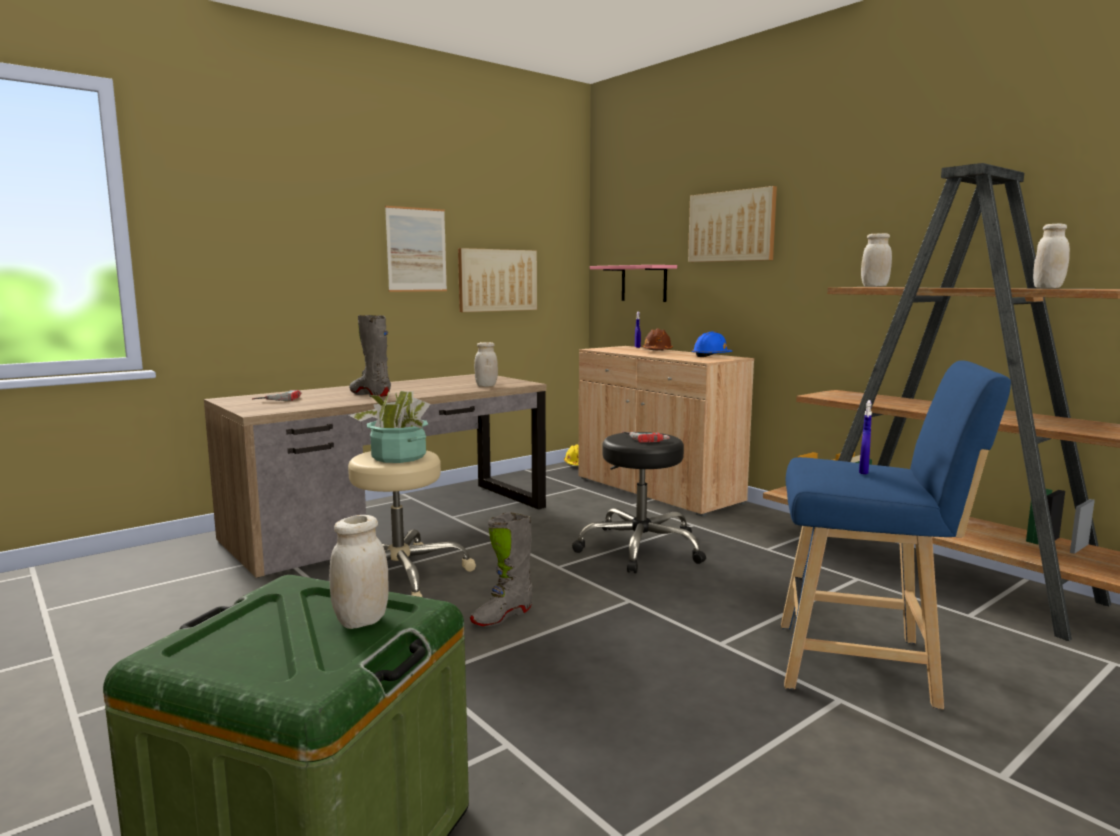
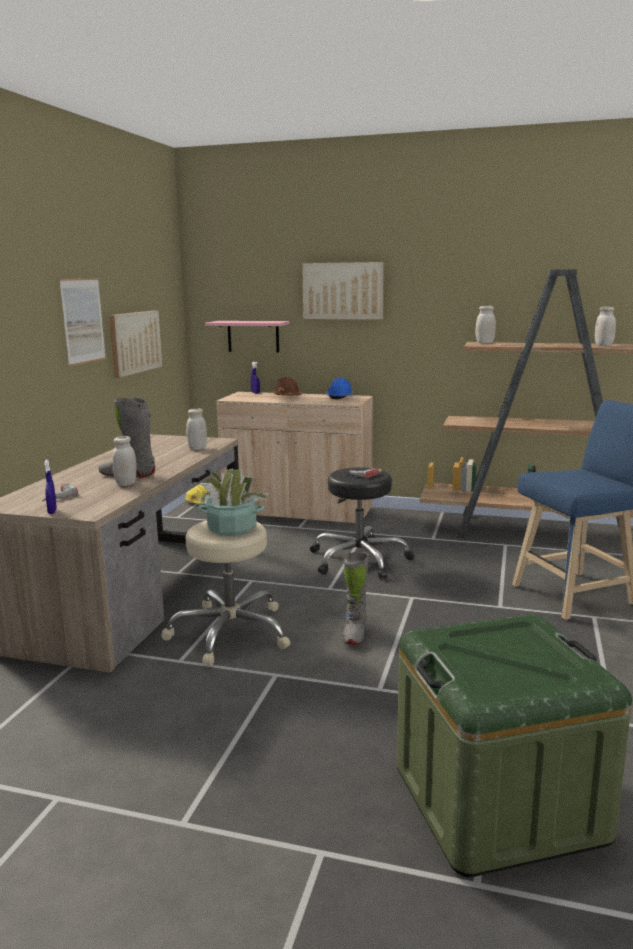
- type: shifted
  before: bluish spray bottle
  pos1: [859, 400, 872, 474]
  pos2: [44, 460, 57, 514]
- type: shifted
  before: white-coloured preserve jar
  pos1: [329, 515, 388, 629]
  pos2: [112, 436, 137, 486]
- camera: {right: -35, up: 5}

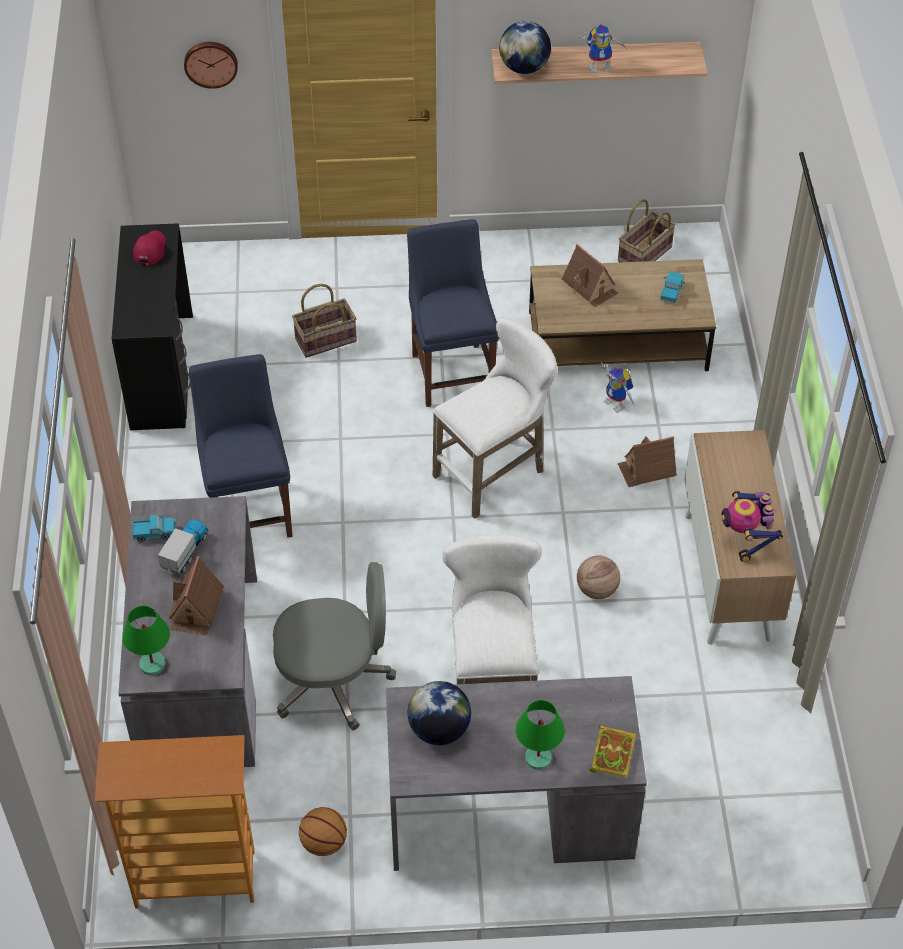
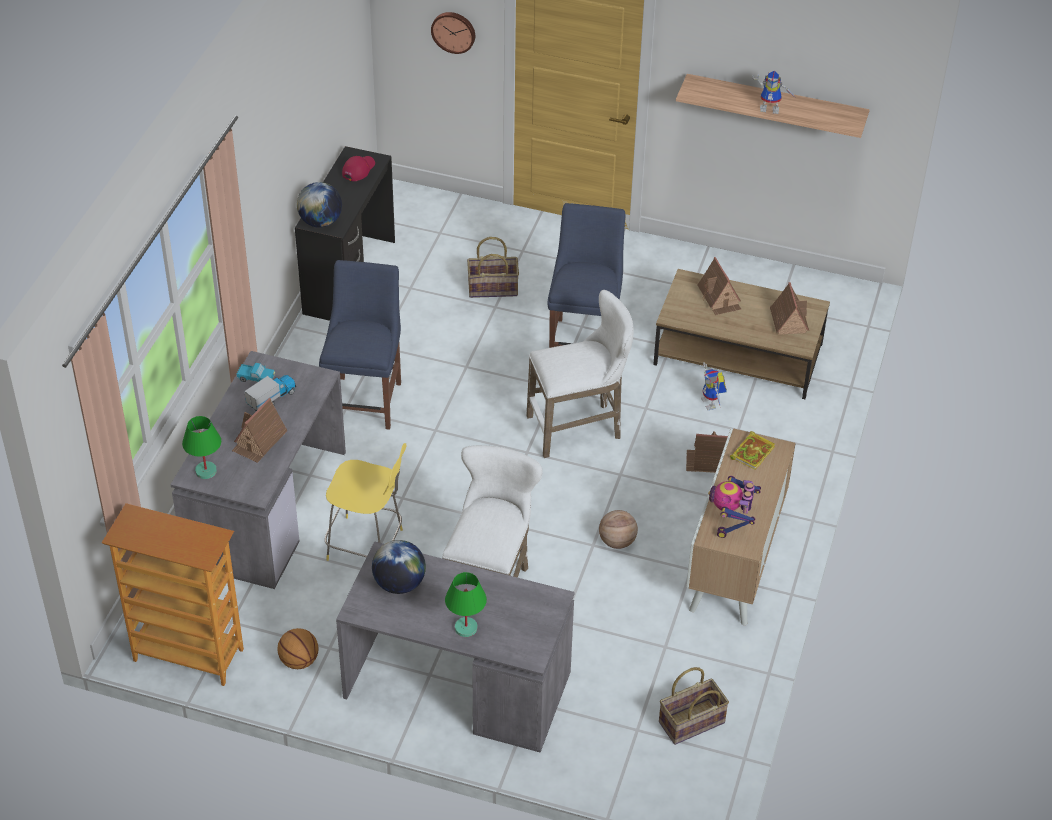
- type: shifted
  before: world globe
  pos1: [499, 21, 551, 74]
  pos2: [297, 182, 342, 228]
- type: swapped
  before: grey desk chair
  after: yellowish stool
  pos1: [273, 562, 396, 730]
  pos2: [325, 443, 407, 561]
- type: shifted
  before: basket
  pos1: [618, 199, 676, 262]
  pos2: [659, 667, 729, 745]
- type: shifted
  before: bound book
  pos1: [589, 725, 636, 778]
  pos2: [730, 431, 775, 470]
- type: swapped
  before: toy truck
  after: miniature house
  pos1: [660, 272, 685, 303]
  pos2: [770, 282, 809, 335]
- camera: {right: 20, up: -5}

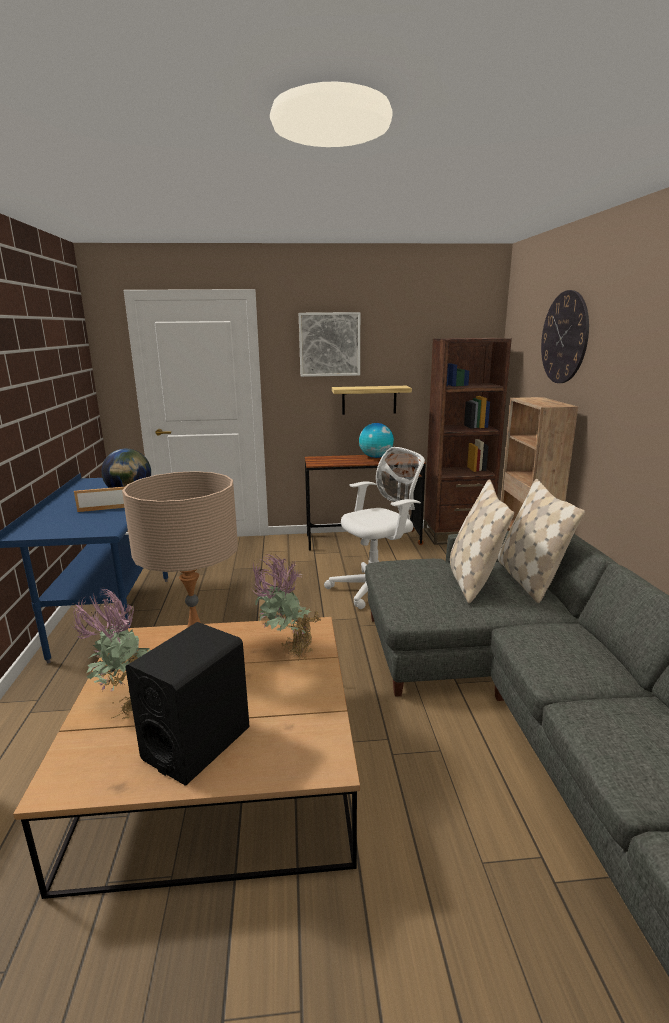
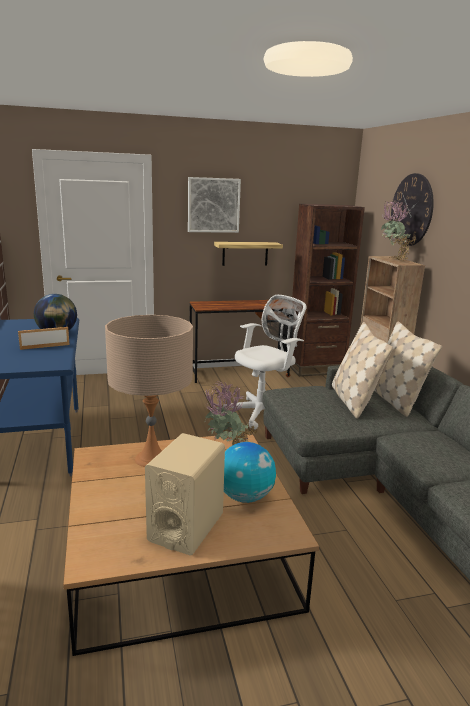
- type: repainted
  before: black audio speaker
  after: sand-coloured audio speaker
  pos1: [125, 622, 249, 785]
  pos2: [145, 433, 225, 556]
- type: shifted
  before: world globe
  pos1: [359, 423, 394, 458]
  pos2: [224, 442, 276, 503]
- type: shifted
  before: potted plant
  pos1: [72, 587, 151, 720]
  pos2: [381, 199, 416, 261]
- camera: {right: -10, up: 0}

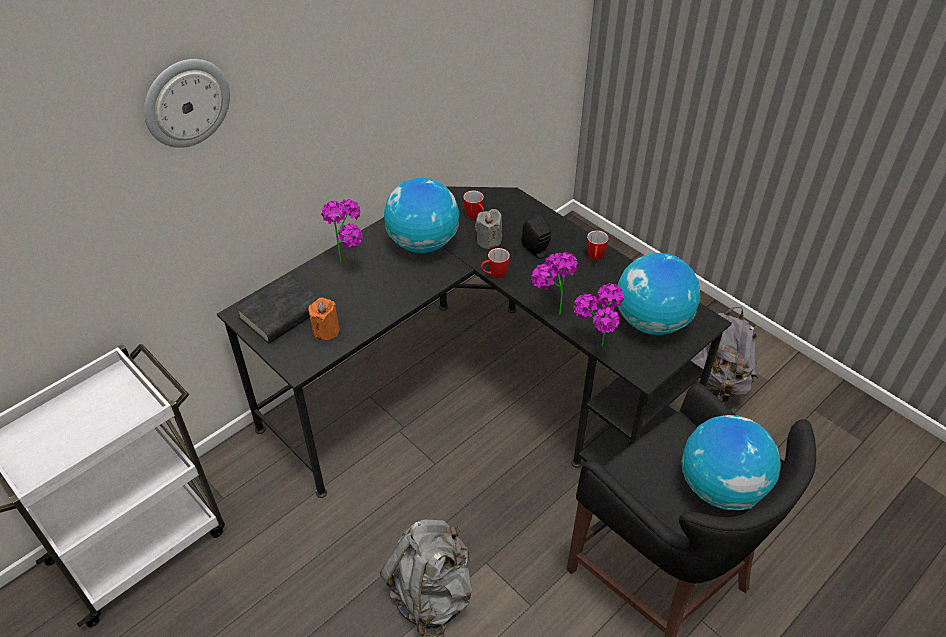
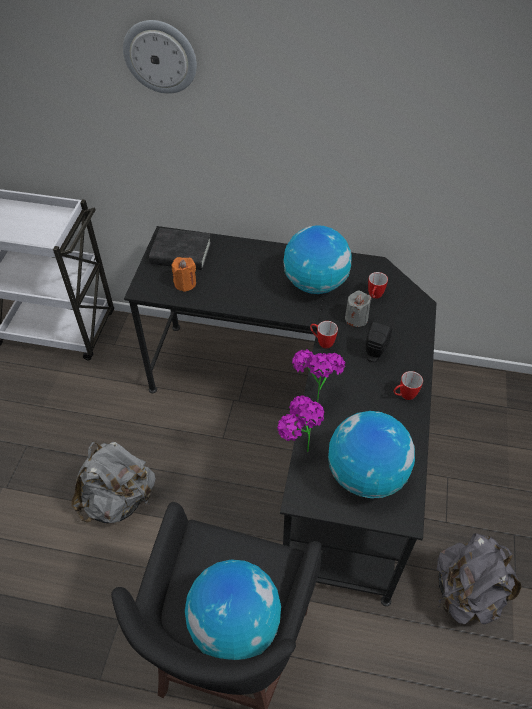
- type: gone
  before: potted plant
  pos1: [321, 199, 362, 263]
- camera: {right: 55, up: 5}

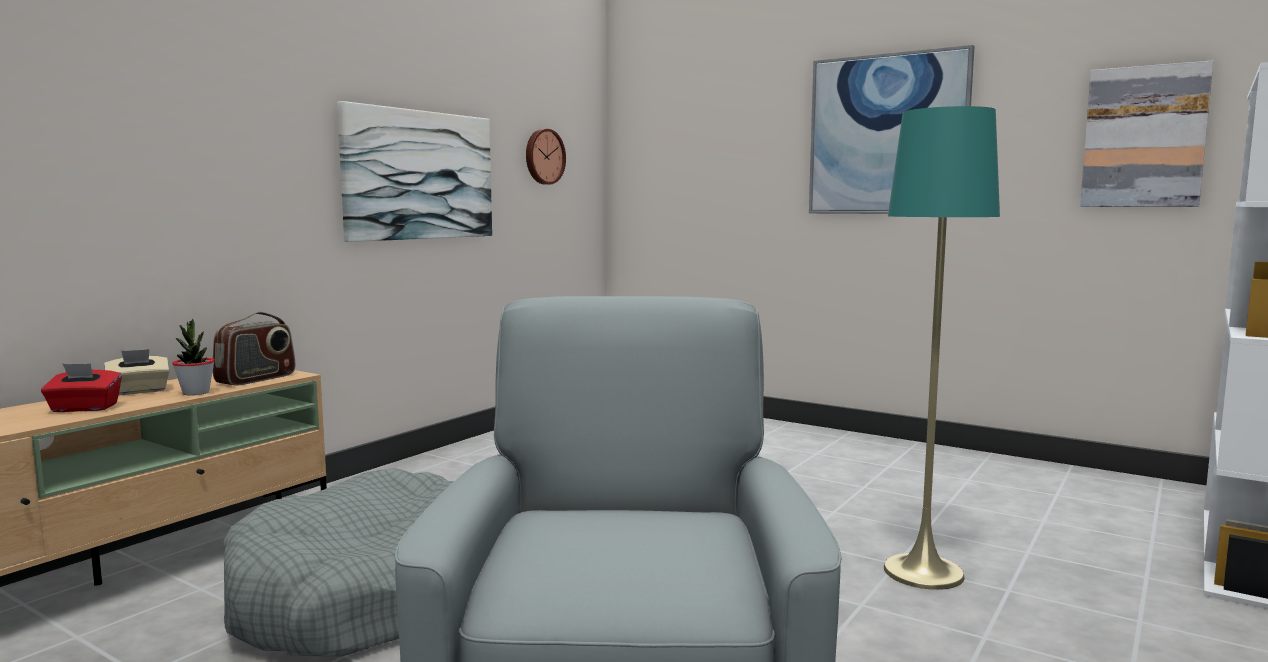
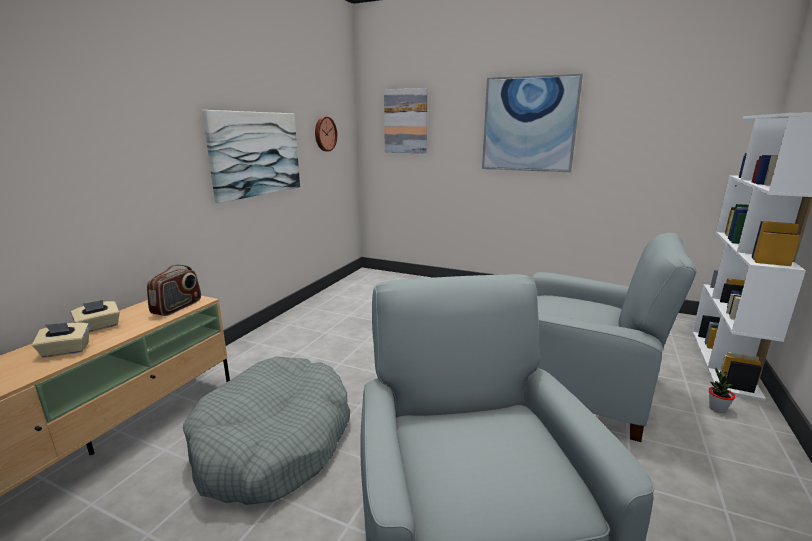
- type: repainted
  before: red tissue box
  after: sand-coloured tissue box
  pos1: [41, 363, 122, 412]
  pos2: [32, 323, 90, 358]
- type: shifted
  before: picture
  pos1: [1080, 60, 1213, 207]
  pos2: [384, 88, 427, 153]
- type: swapped
  before: turquoise floor lamp
  after: grey armchair
  pos1: [884, 106, 1000, 590]
  pos2: [532, 233, 696, 442]
- type: shifted
  before: potted plant
  pos1: [172, 319, 215, 396]
  pos2: [709, 368, 735, 413]
- camera: {right: -10, up: 10}

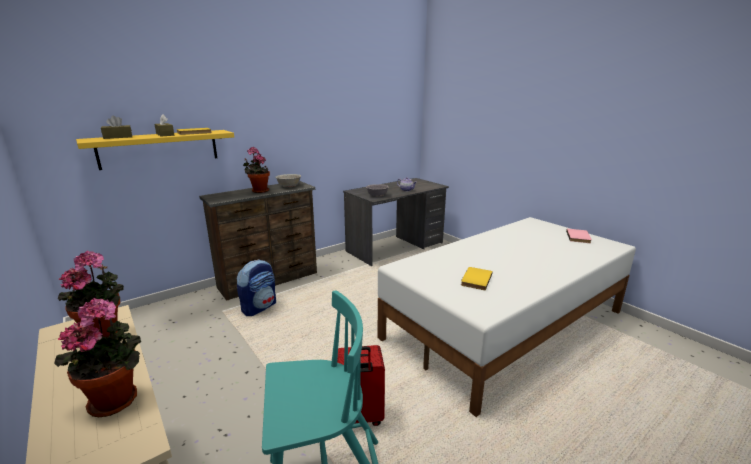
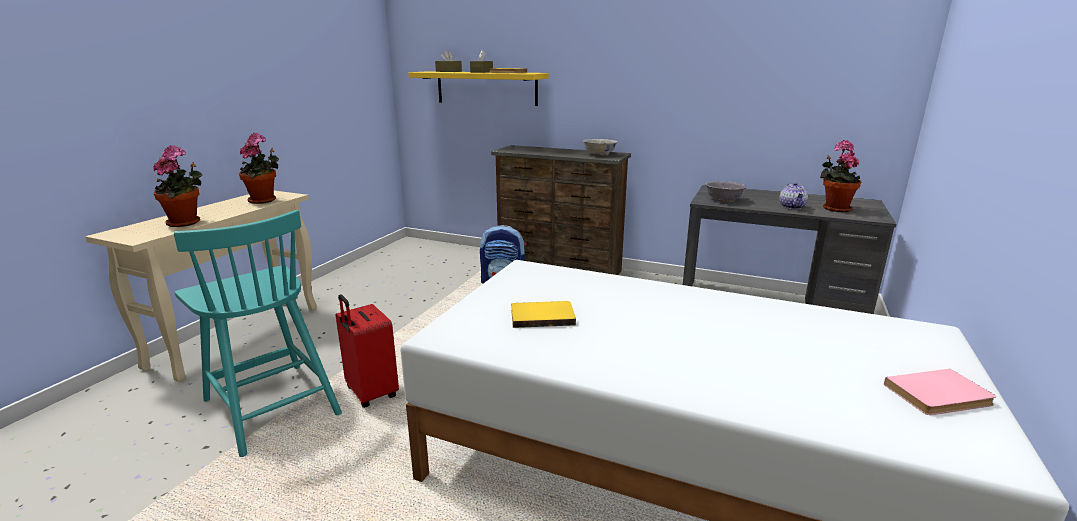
- type: shifted
  before: potted plant
  pos1: [243, 147, 270, 193]
  pos2: [820, 140, 862, 212]
- camera: {right: 60, up: 0}

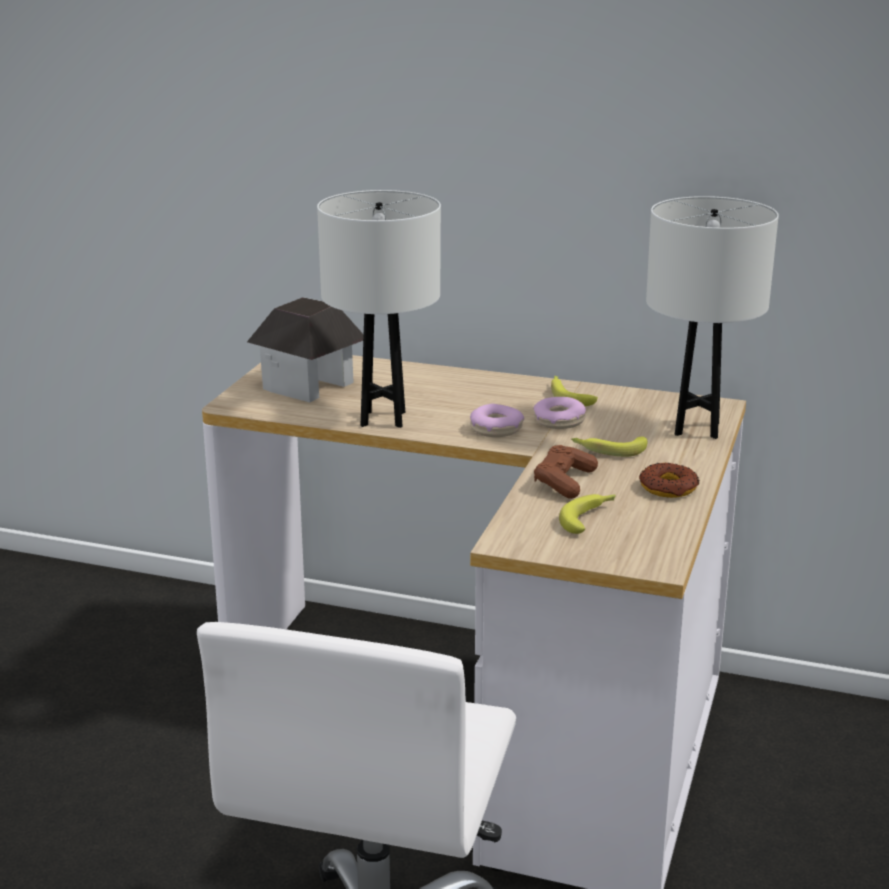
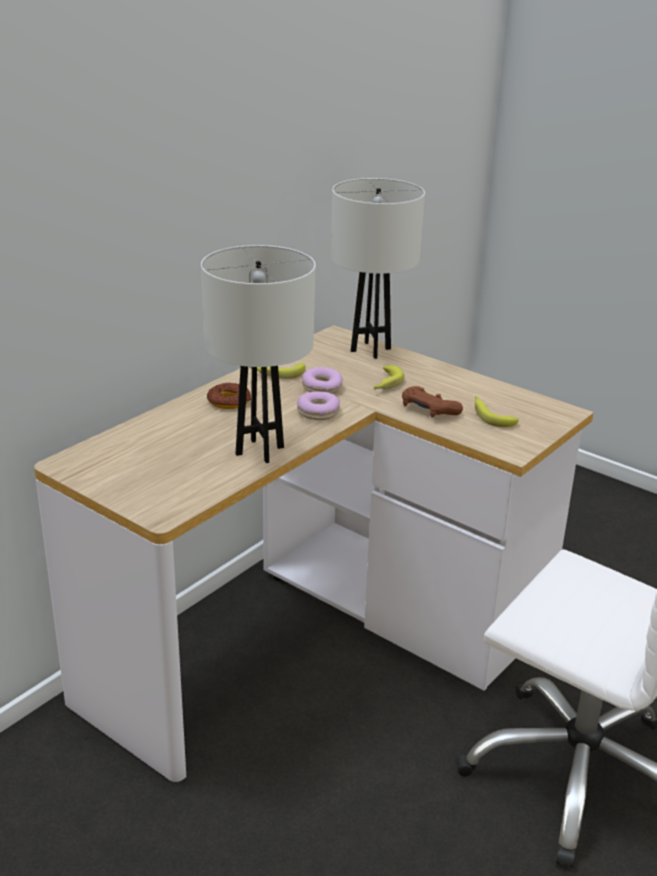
- type: shifted
  before: doughnut
  pos1: [639, 463, 699, 498]
  pos2: [207, 383, 251, 409]
- type: gone
  before: miniature house
  pos1: [247, 297, 364, 402]
- camera: {right: -70, up: 5}

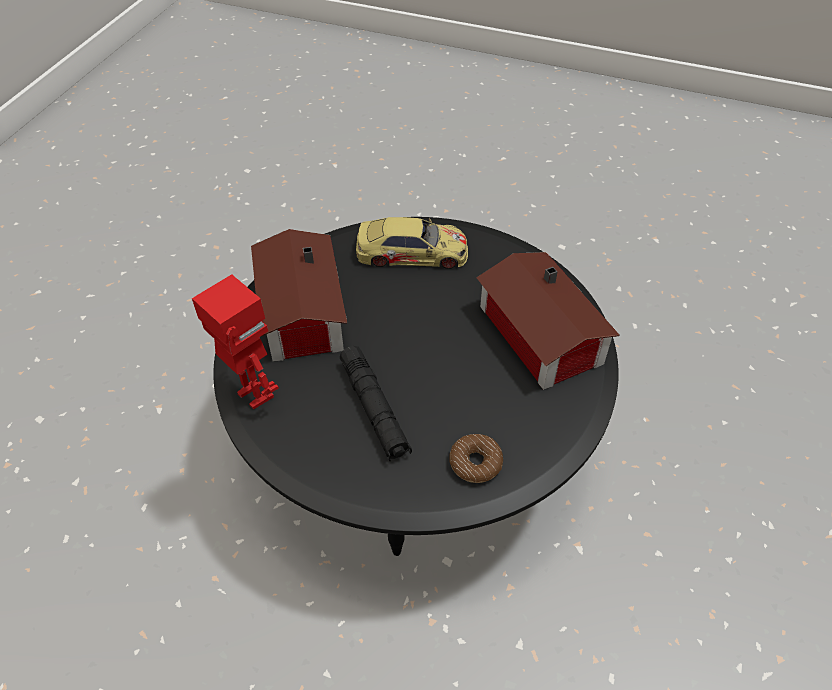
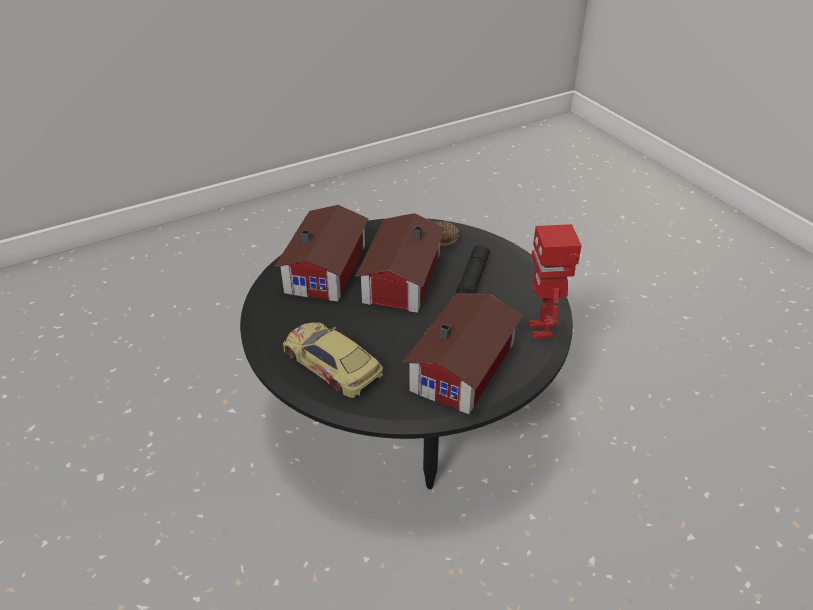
- type: new
  after: miniature house
  pos2: [355, 213, 445, 313]
- camera: {right: -140, up: -10}

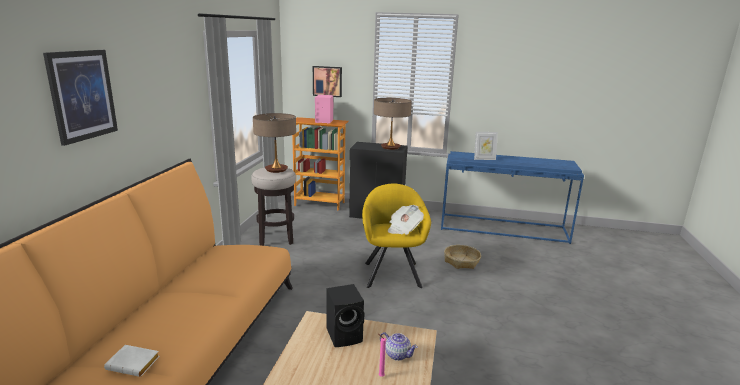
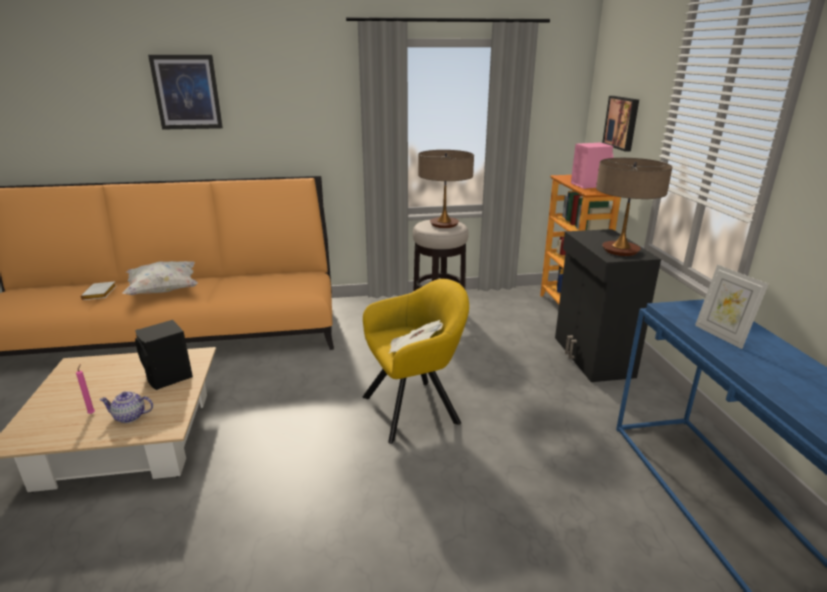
- type: rotated
  before: pot for tea
  pos1: [380, 332, 418, 361]
  pos2: [99, 391, 153, 423]
  turn: 75
- type: new
  after: white-coloured cushion
  pos2: [123, 261, 198, 295]
- type: gone
  before: basket
  pos1: [444, 245, 481, 269]
- camera: {right: 70, up: 5}

